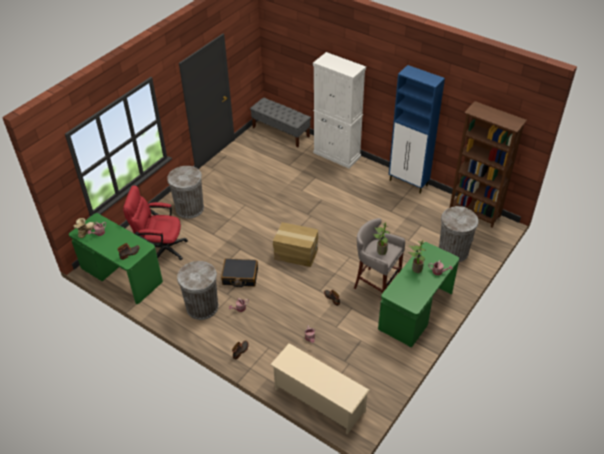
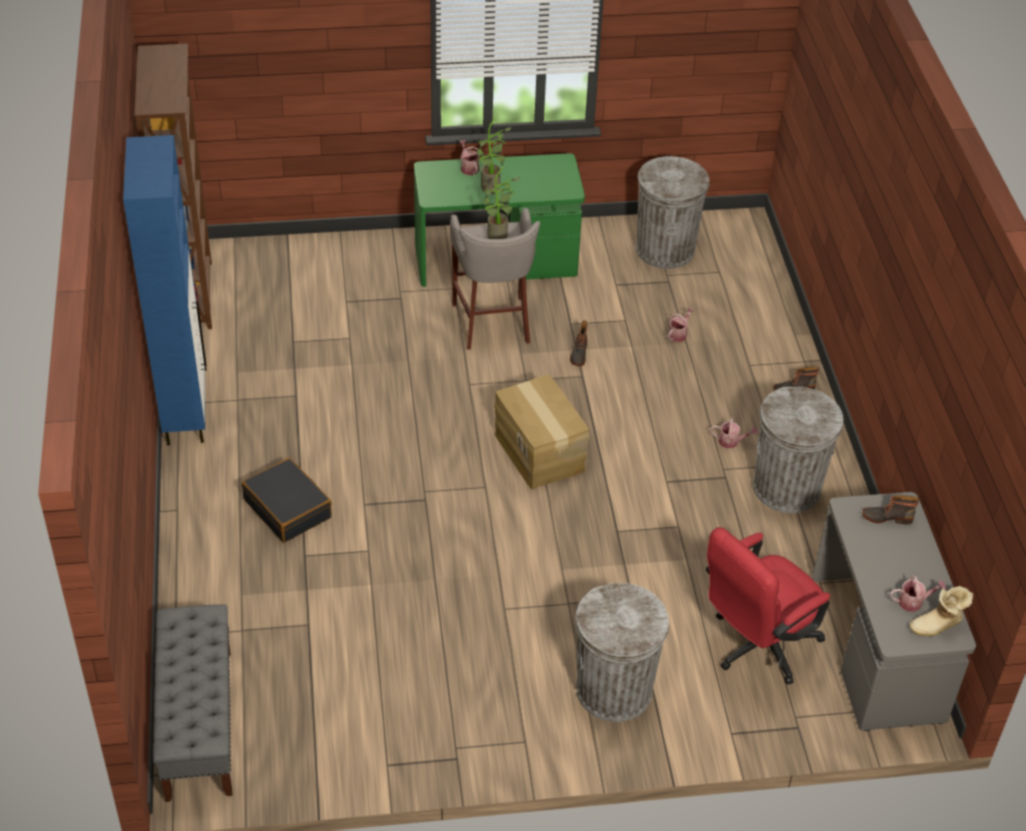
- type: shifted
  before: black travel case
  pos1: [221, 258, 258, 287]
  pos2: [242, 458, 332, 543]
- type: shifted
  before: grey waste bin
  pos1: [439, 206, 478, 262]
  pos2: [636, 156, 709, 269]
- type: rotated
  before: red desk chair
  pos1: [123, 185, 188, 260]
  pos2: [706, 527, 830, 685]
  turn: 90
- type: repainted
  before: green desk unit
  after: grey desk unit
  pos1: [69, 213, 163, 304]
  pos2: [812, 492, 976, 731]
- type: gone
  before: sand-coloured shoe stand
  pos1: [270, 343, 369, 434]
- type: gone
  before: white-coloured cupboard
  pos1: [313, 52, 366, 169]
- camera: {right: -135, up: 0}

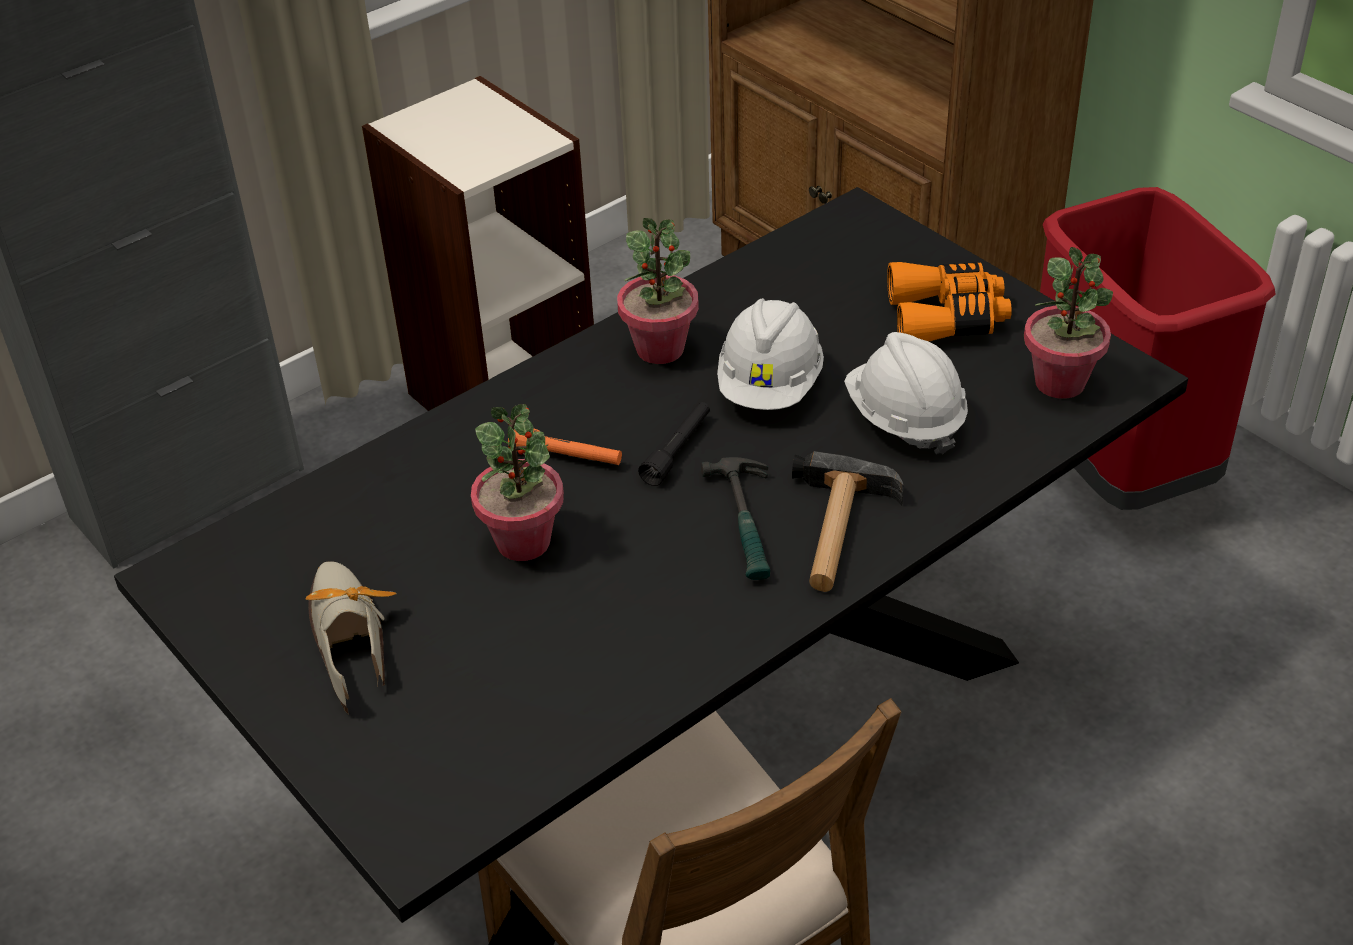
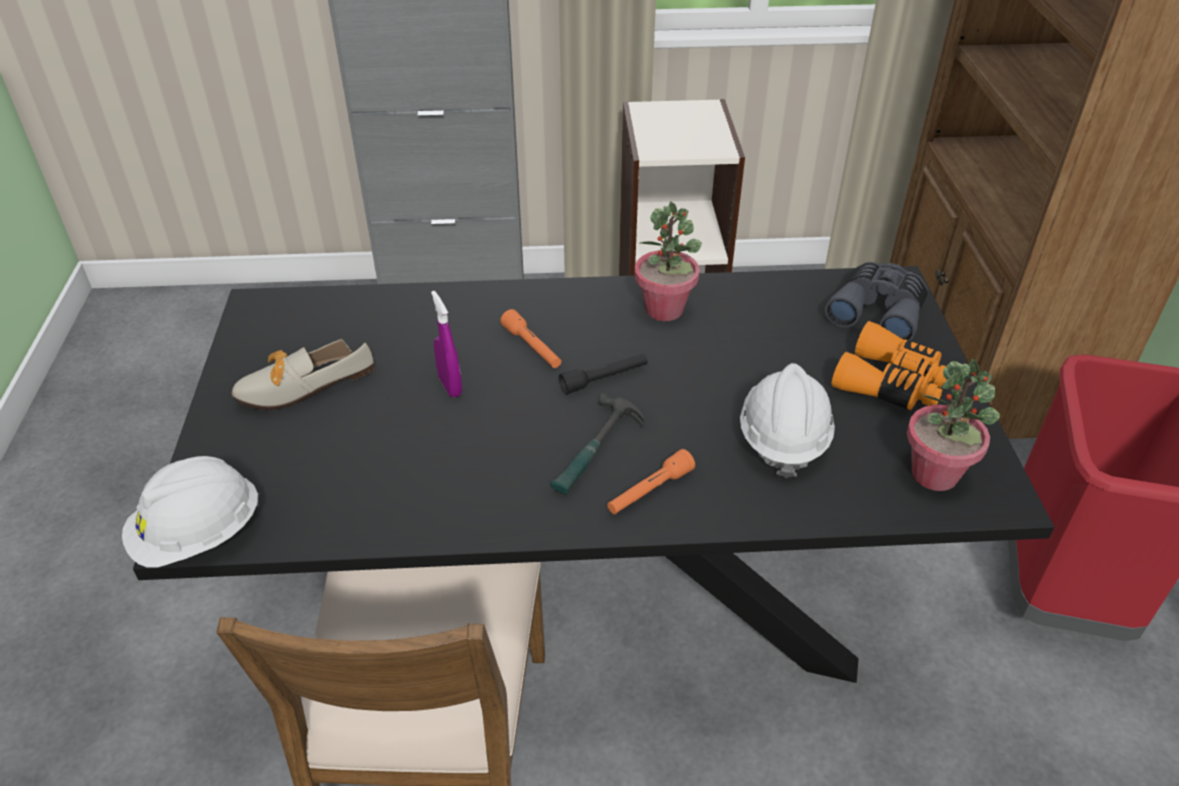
- type: shifted
  before: white-coloured safety helmet
  pos1: [717, 298, 824, 410]
  pos2: [122, 456, 259, 568]
- type: rotated
  before: shoe
  pos1: [305, 561, 397, 713]
  pos2: [231, 339, 374, 410]
  turn: -135
- type: swapped
  before: potted plant
  after: purplish spray bottle
  pos1: [471, 404, 564, 561]
  pos2: [431, 291, 462, 397]
- type: swapped
  before: hammer
  after: orange-coloured flashlight
  pos1: [792, 451, 904, 592]
  pos2: [607, 449, 695, 514]
- type: new
  after: grey pair of binoculars
  pos2: [825, 262, 928, 341]
- camera: {right: 35, up: 0}

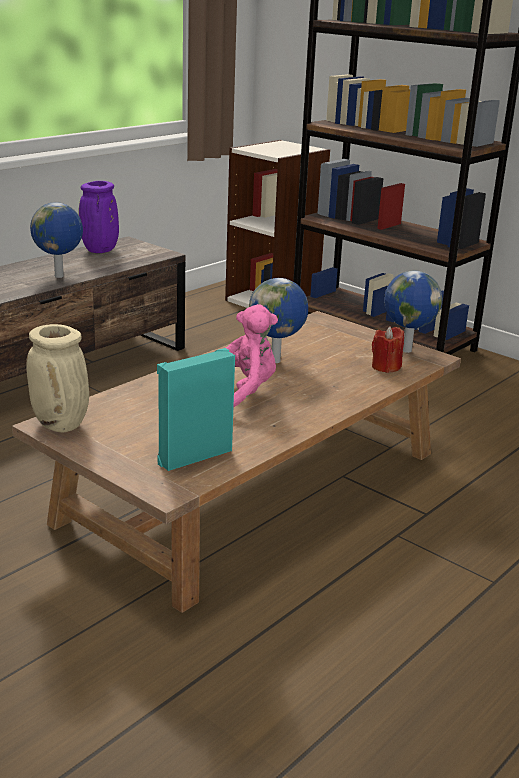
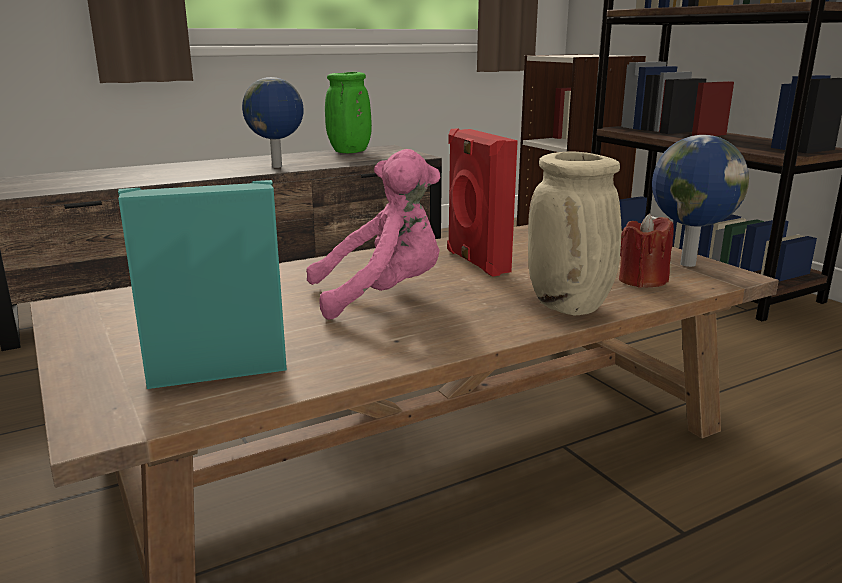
- type: repainted
  before: purplish vase
  after: green vase
  pos1: [79, 181, 119, 253]
  pos2: [325, 72, 372, 153]
- type: swapped
  before: world globe
  after: red audio speaker
  pos1: [249, 278, 308, 363]
  pos2: [447, 128, 518, 277]
- type: shifted
  before: sand-coloured vase
  pos1: [26, 324, 89, 433]
  pos2: [528, 152, 621, 316]
- camera: {right: 20, up: -5}

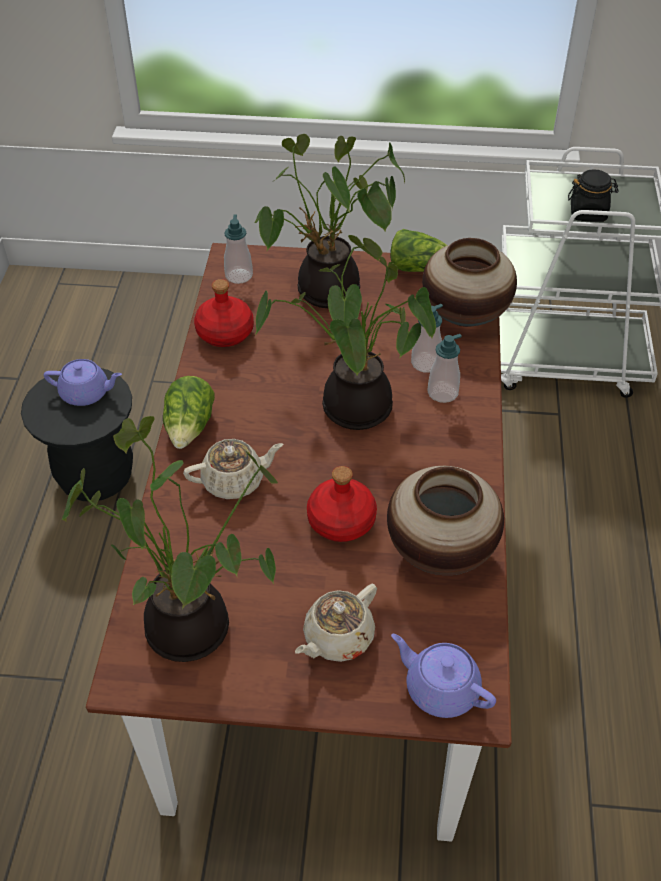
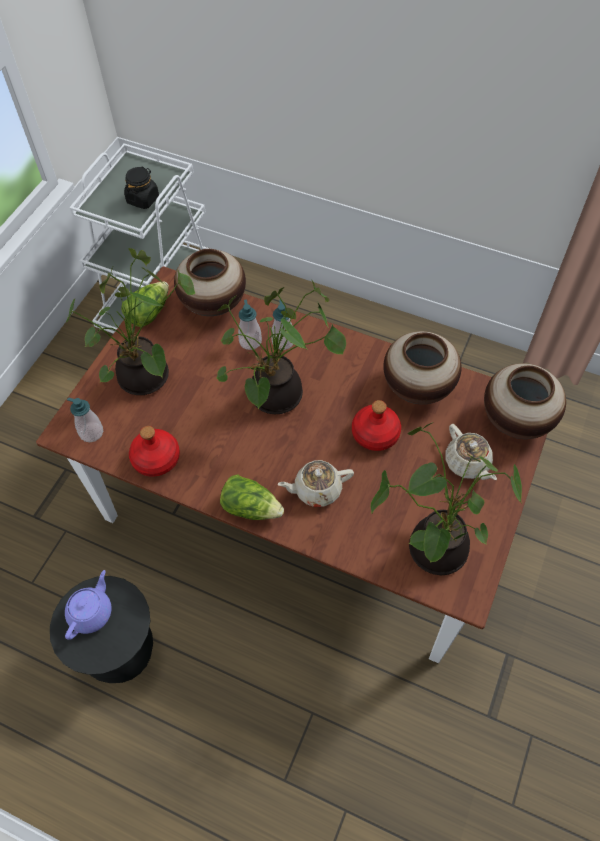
- type: rotated
  before: sand-coloured pot for tea
  pos1: [183, 439, 283, 499]
  pos2: [277, 460, 354, 507]
  turn: -105
- type: swapped
  before: purplish pot for tea
  after: vase
  pos1: [391, 634, 496, 718]
  pos2: [484, 363, 566, 439]
- camera: {right: -70, up: 10}

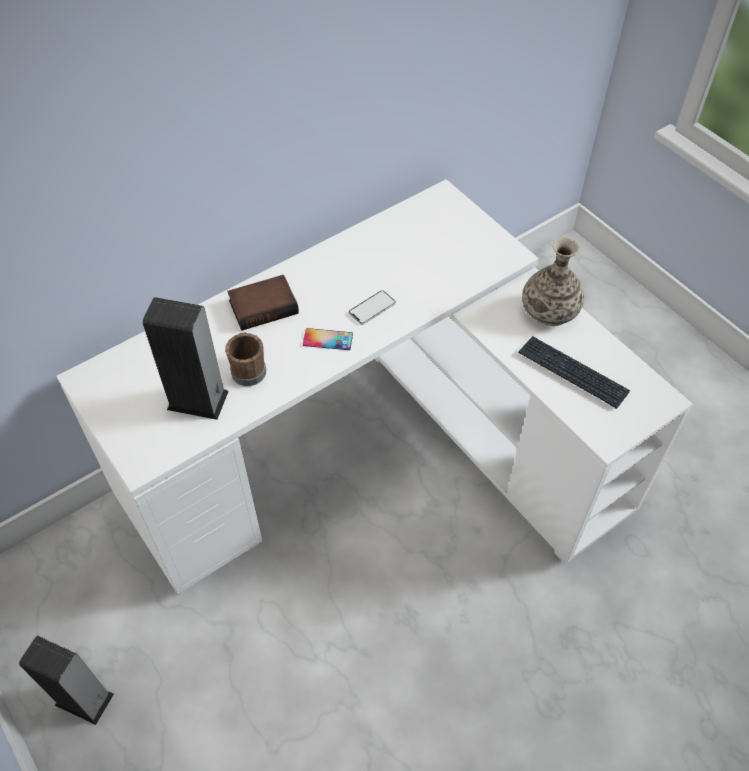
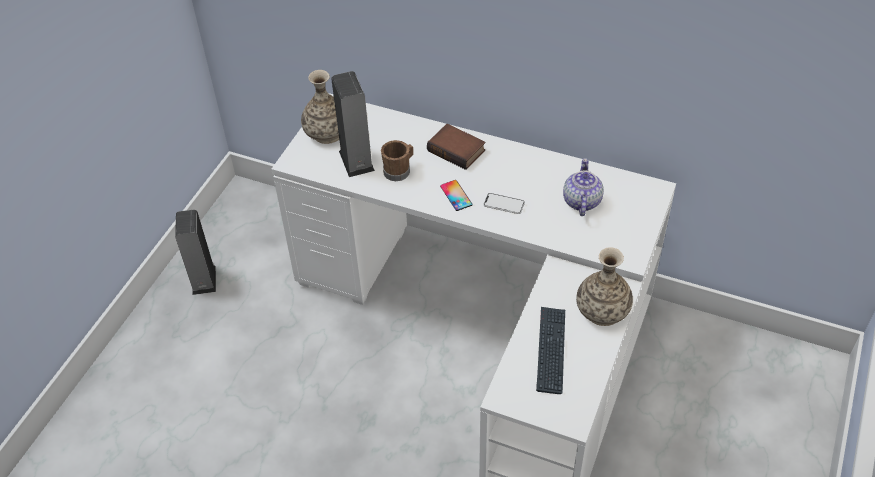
- type: new
  after: vase
  pos2: [301, 70, 339, 144]
- type: new
  after: pot for tea
  pos2: [563, 158, 604, 216]
- camera: {right: 60, up: -5}

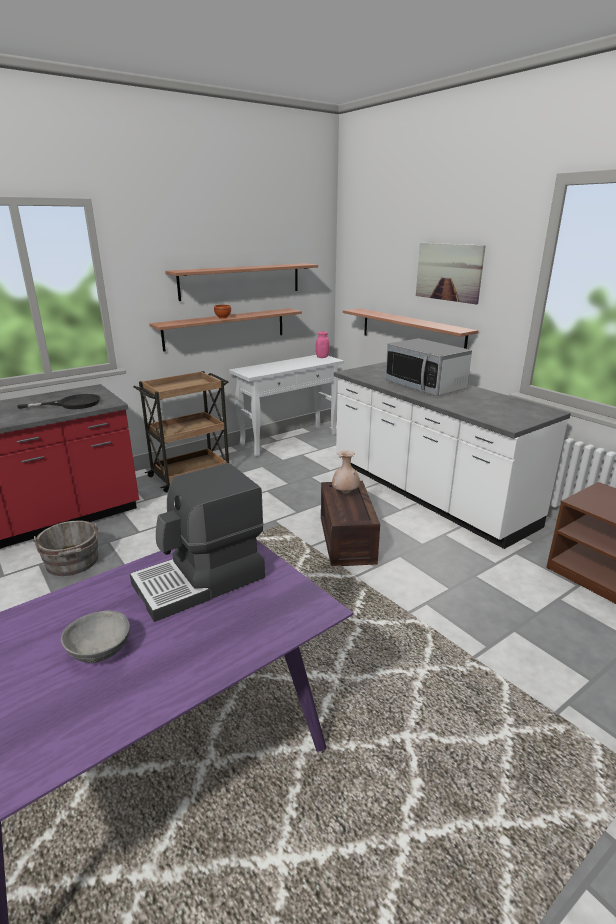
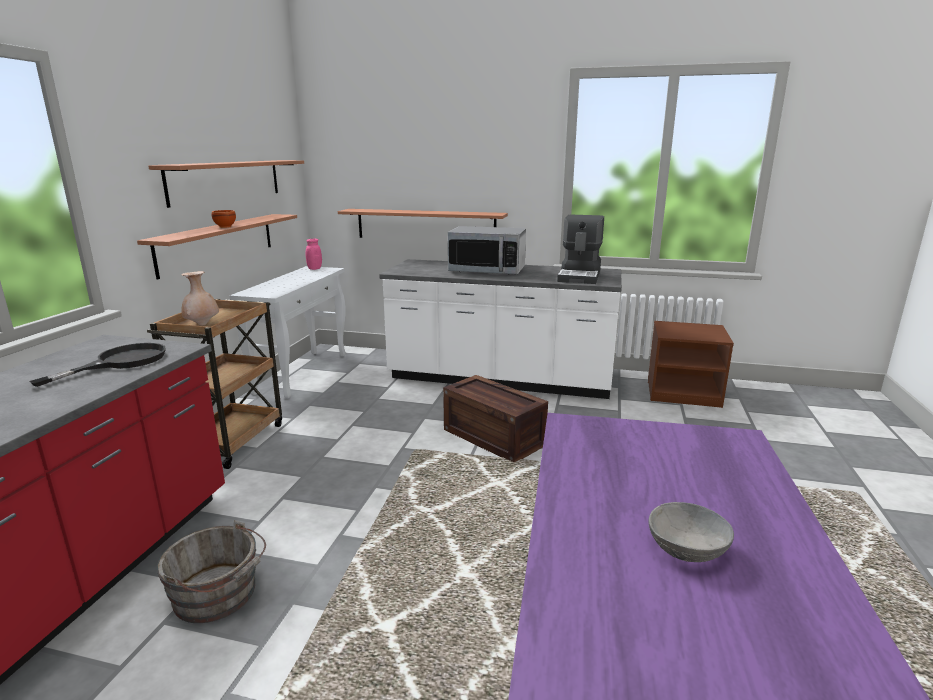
- type: shifted
  before: sand-coloured vase
  pos1: [332, 451, 360, 494]
  pos2: [181, 271, 219, 326]
- type: shifted
  before: coffee maker
  pos1: [130, 463, 265, 622]
  pos2: [557, 214, 604, 284]
- type: gone
  before: picture
  pos1: [416, 243, 486, 304]
- camera: {right: -40, up: -5}

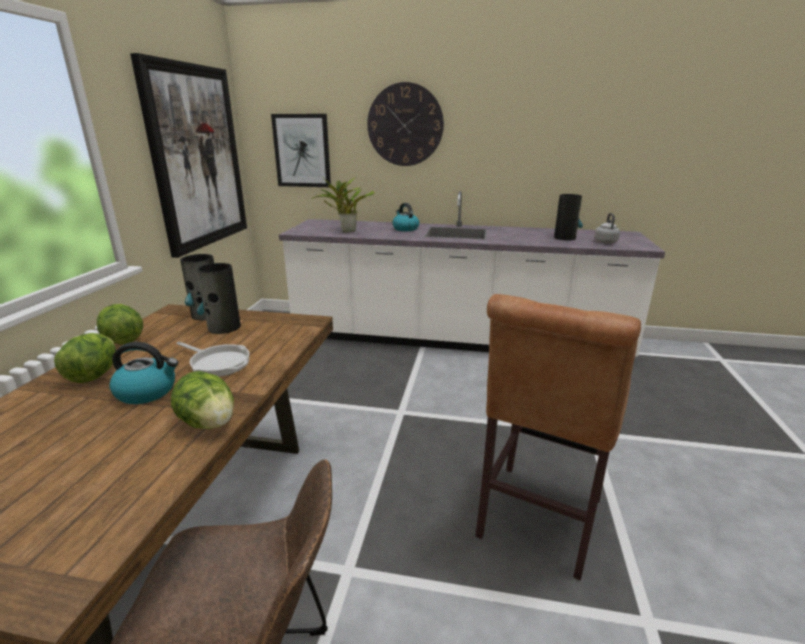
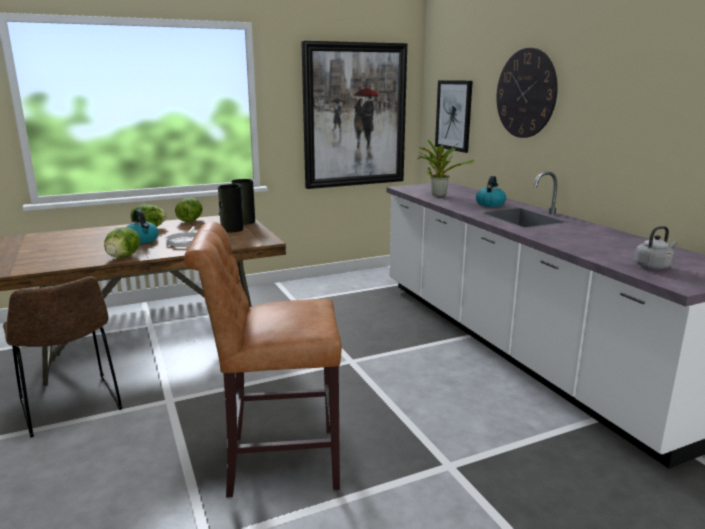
- type: gone
  before: vase
  pos1: [554, 194, 583, 240]
- camera: {right: 55, up: -5}

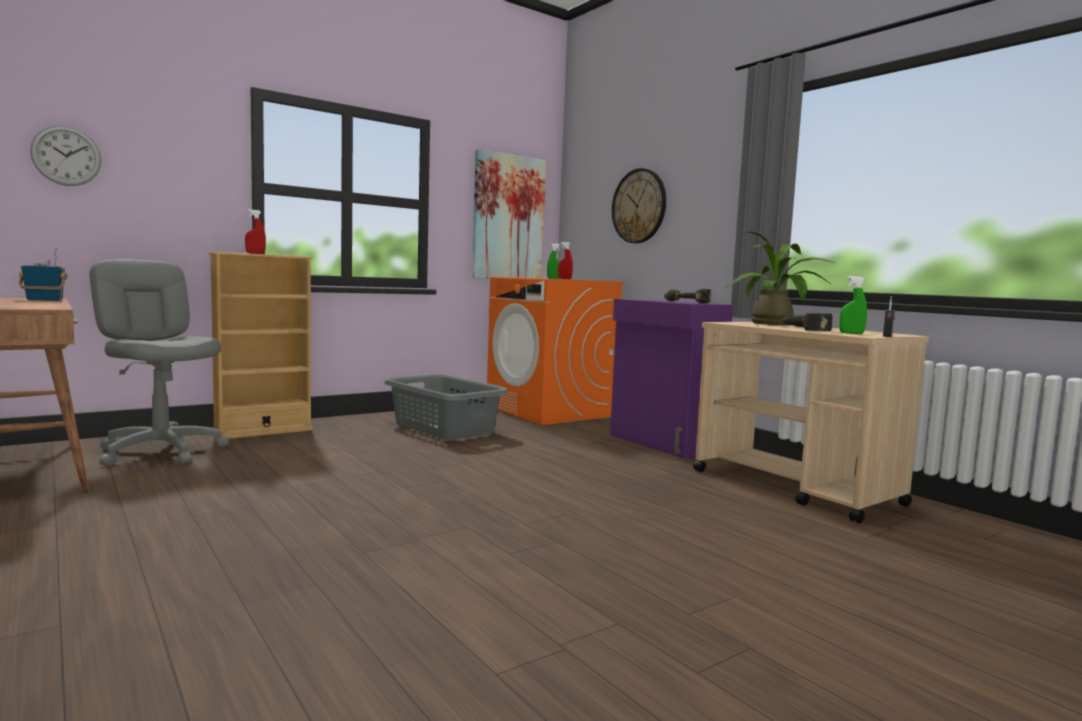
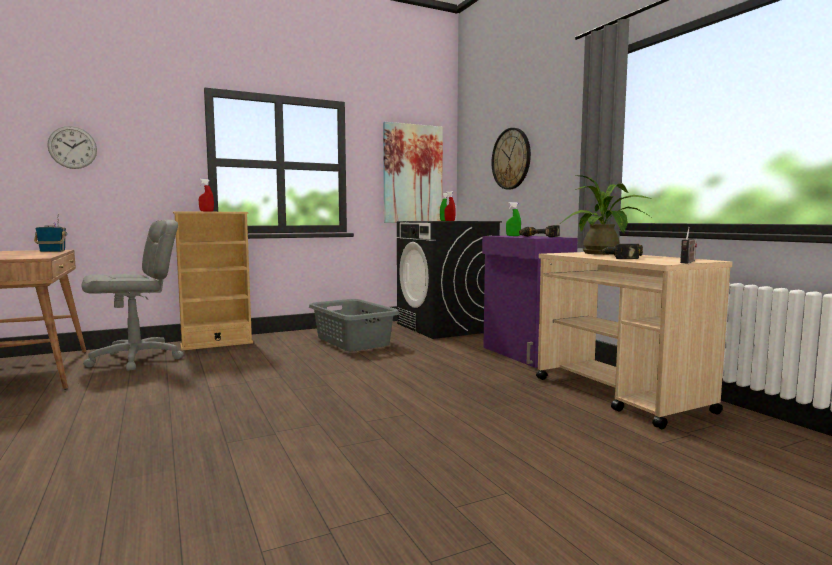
- type: rotated
  before: grey desk chair
  pos1: [89, 259, 229, 466]
  pos2: [82, 220, 184, 371]
  turn: 90
- type: repainted
  before: orange-coloured laundry machine
  after: black laundry machine
  pos1: [487, 277, 625, 425]
  pos2: [397, 221, 502, 339]
- type: shifted
  before: green spray bottle
  pos1: [839, 276, 867, 334]
  pos2: [506, 202, 521, 236]
- camera: {right: 10, up: 0}

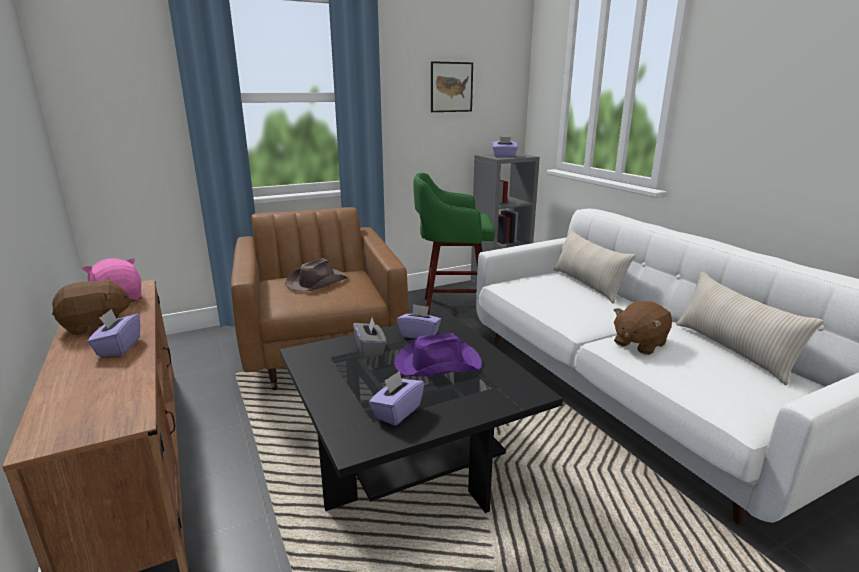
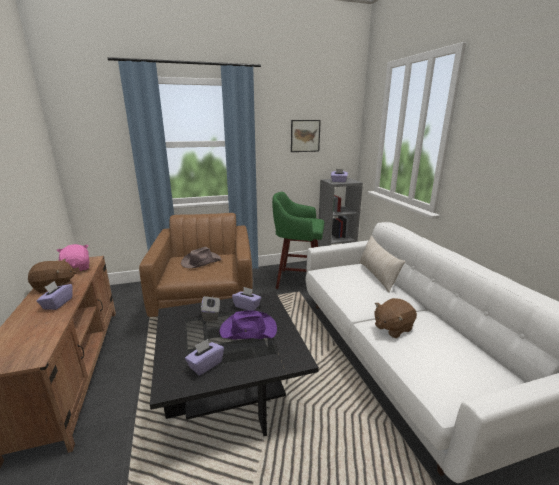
- type: gone
  before: sand-coloured cushion
  pos1: [676, 272, 824, 385]
- camera: {right: 10, up: 0}

